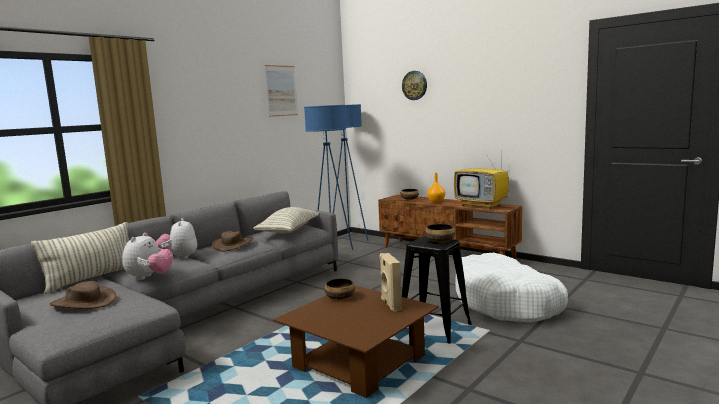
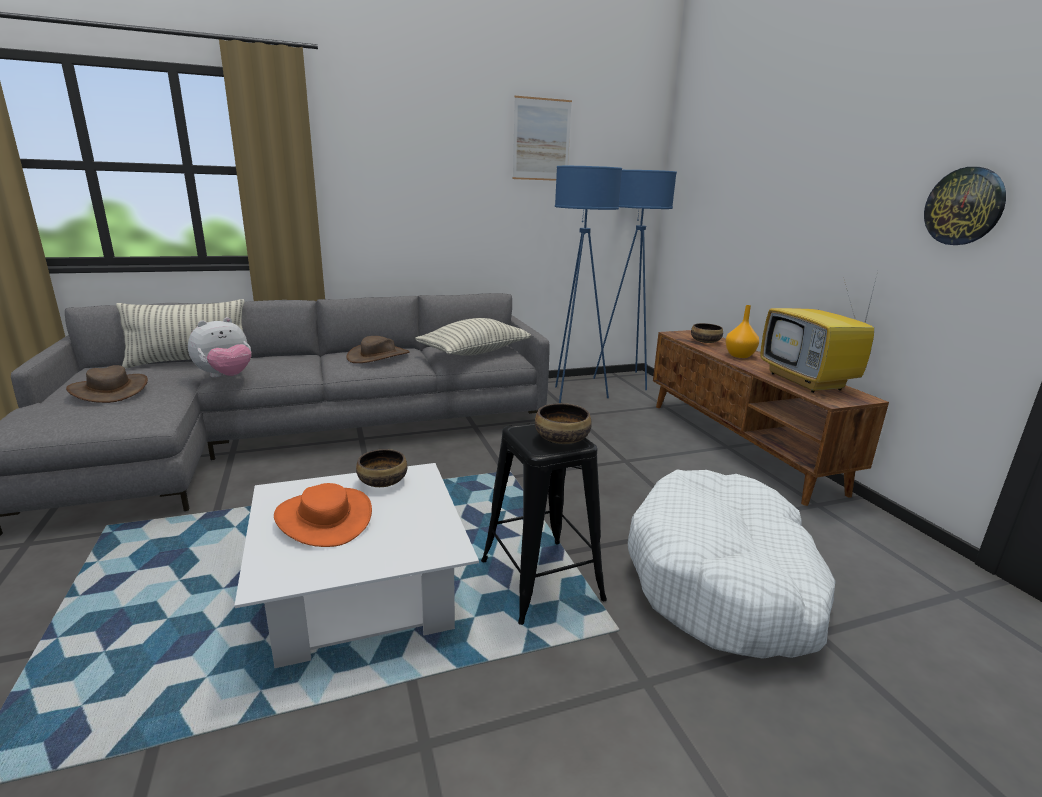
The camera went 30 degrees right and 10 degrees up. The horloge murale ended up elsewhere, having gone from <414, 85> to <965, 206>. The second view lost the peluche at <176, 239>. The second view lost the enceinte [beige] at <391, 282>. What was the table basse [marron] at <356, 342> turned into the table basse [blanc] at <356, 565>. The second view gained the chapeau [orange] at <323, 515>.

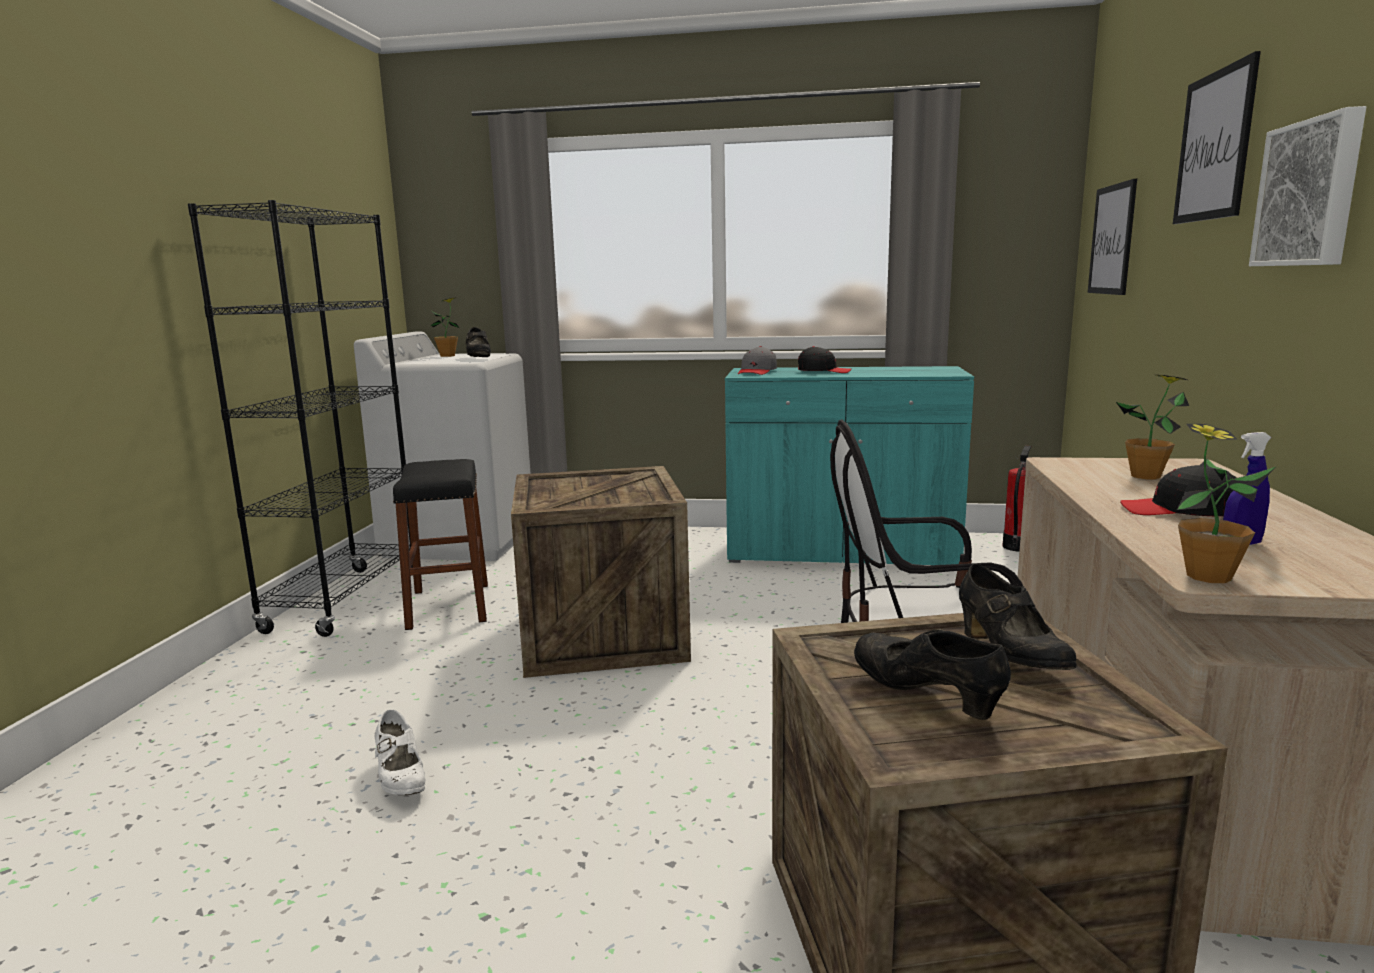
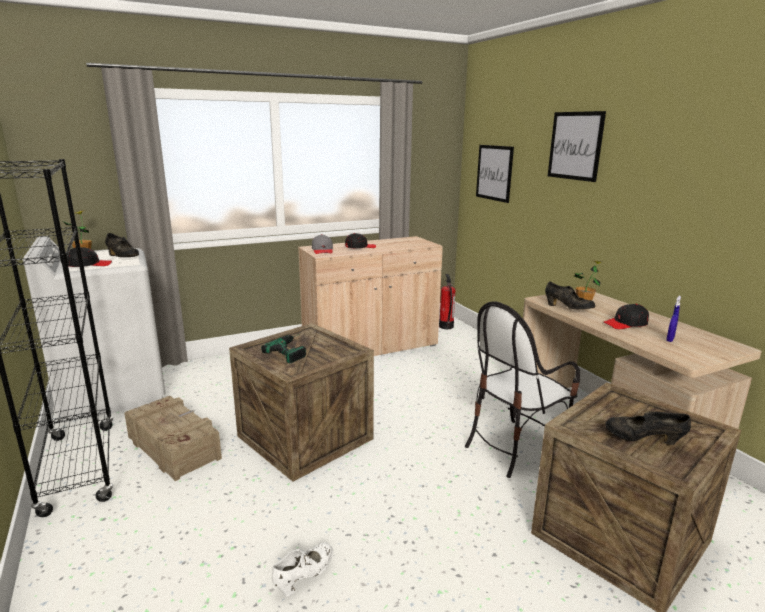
The camera went 35 degrees left and 5 degrees up. The second view lost the tableau at <1307, 186>. What was the meuble de rangement [turquoise] at <849, 465> turned into the meuble de rangement [beige] at <370, 296>. The second view lost the plante en pot at <1227, 503>. Where the tabouret [noir] stood at <440, 544>, the caisse came to stand at <173, 438>. The chaussure [noir] ended up elsewhere, having gone from <1018, 617> to <570, 295>. The chaussure [blanc] at <400, 752> ended up facing another way, 75 degrees counterclockwise from before. The second view gained the casquette [noir] at <89, 257>. The second view gained the perceuse at <283, 348>.

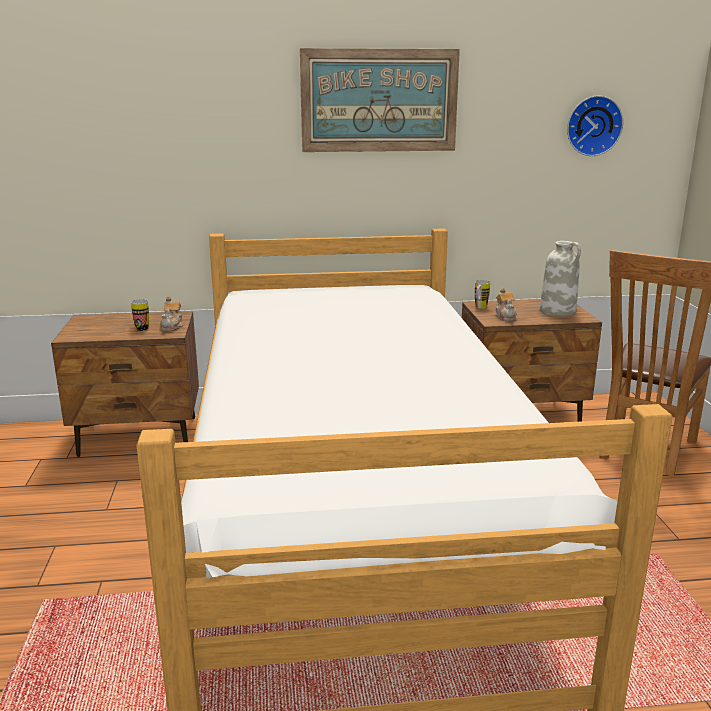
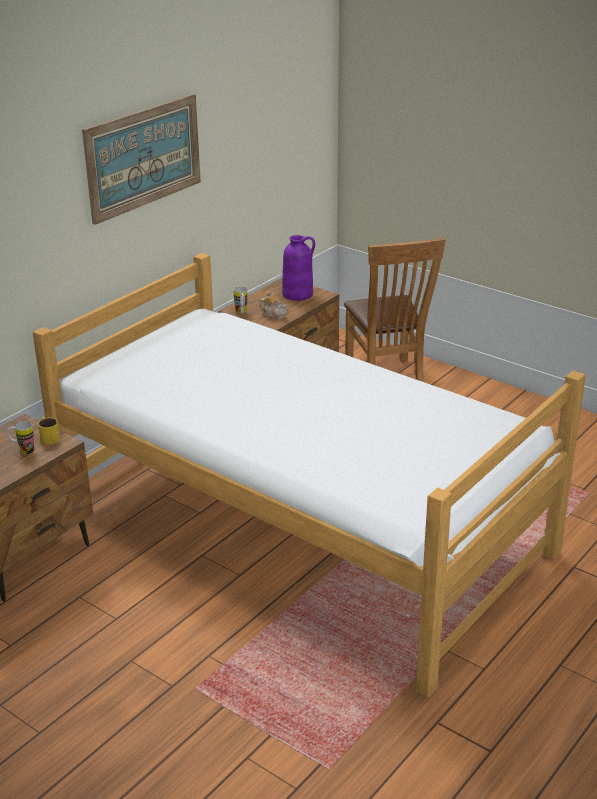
The camera went 45 degrees left and 10 degrees up. The second view lost the horloge murale at <595, 126>. What was the vase [blanc] at <560, 278> turned into the vase [violet] at <298, 268>. Where the théière stood at <172, 313>, the mug [jaune] came to stand at <49, 430>.

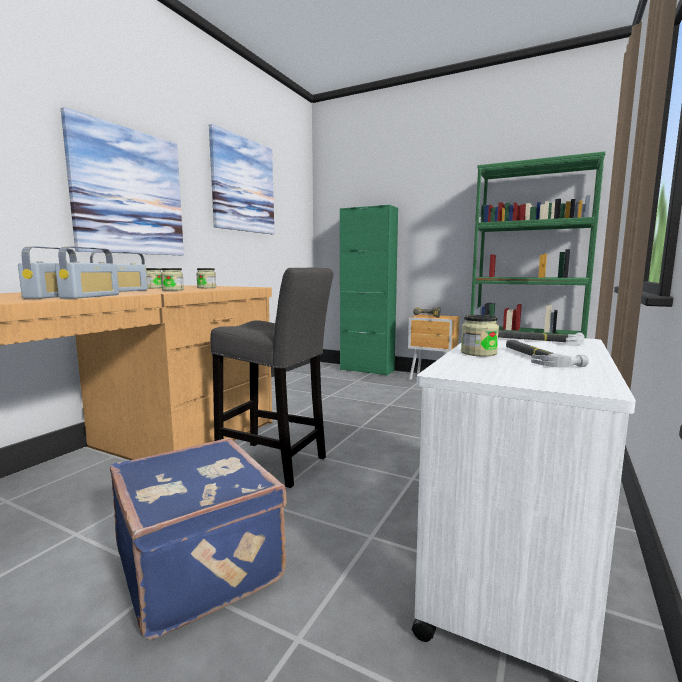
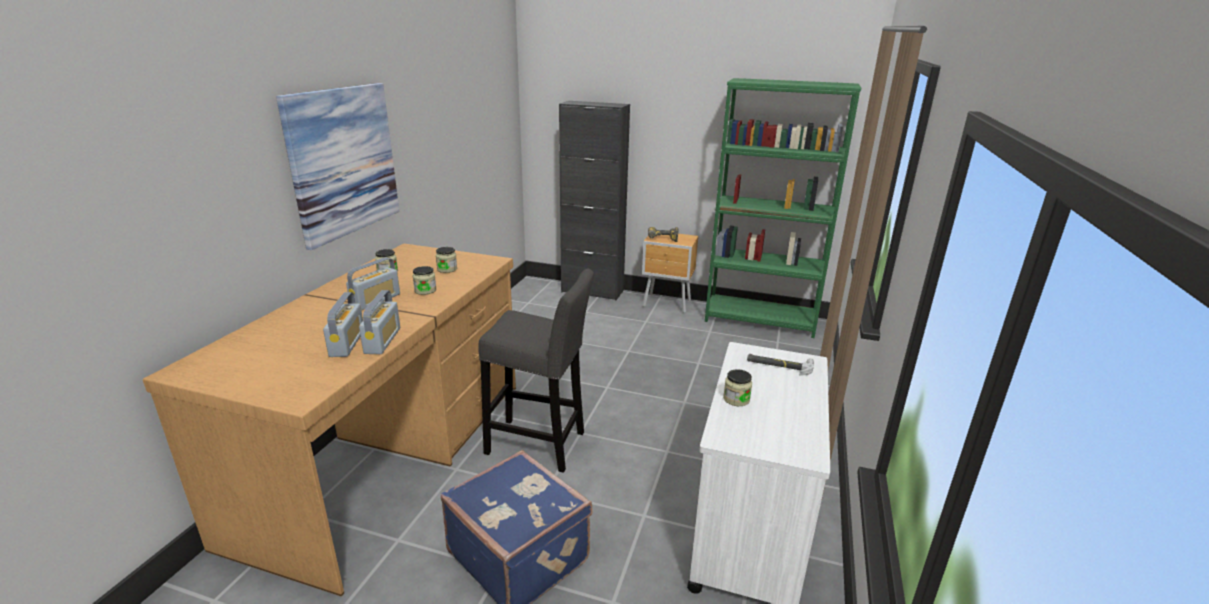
The camera went 10 degrees left and 15 degrees up. The second view lost the tableau at <241, 179>. What was the meuble de rangement [vert] at <369, 290> turned into the meuble de rangement [noir] at <594, 201>. The second view lost the marteau at <547, 354>.

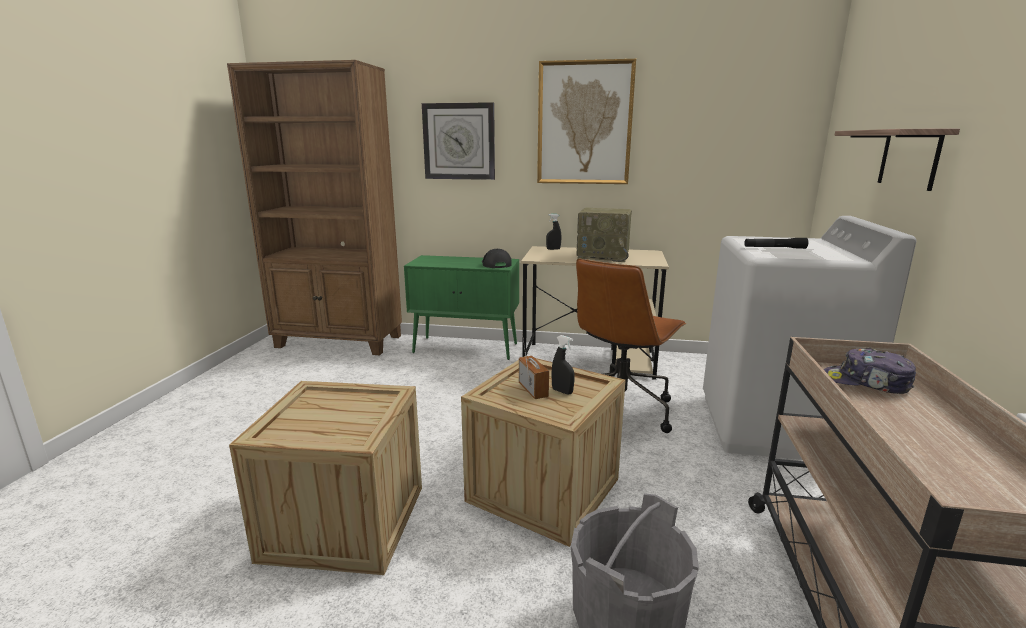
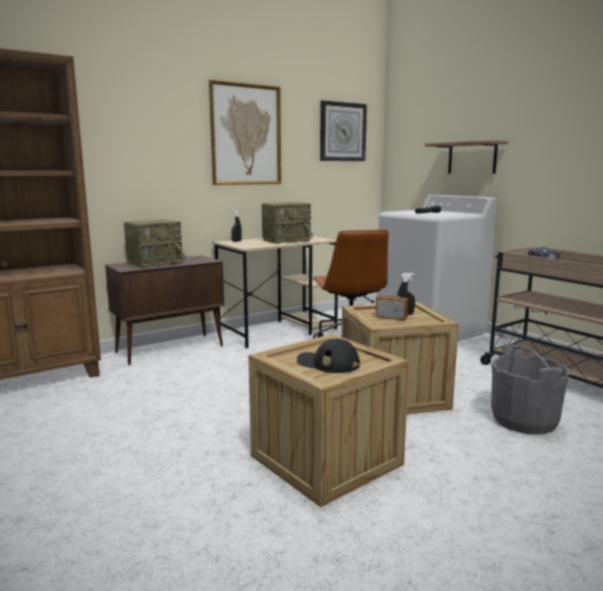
The camera went 45 degrees left and 5 degrees down. The horloge murale ended up elsewhere, having gone from <458, 141> to <343, 130>. The casquette [noir] ended up elsewhere, having gone from <497, 258> to <328, 356>. What was the meuble de rangement [vert] at <461, 307> turned into the meuble de rangement [marron] at <164, 310>. The second view gained the radio at <154, 243>.

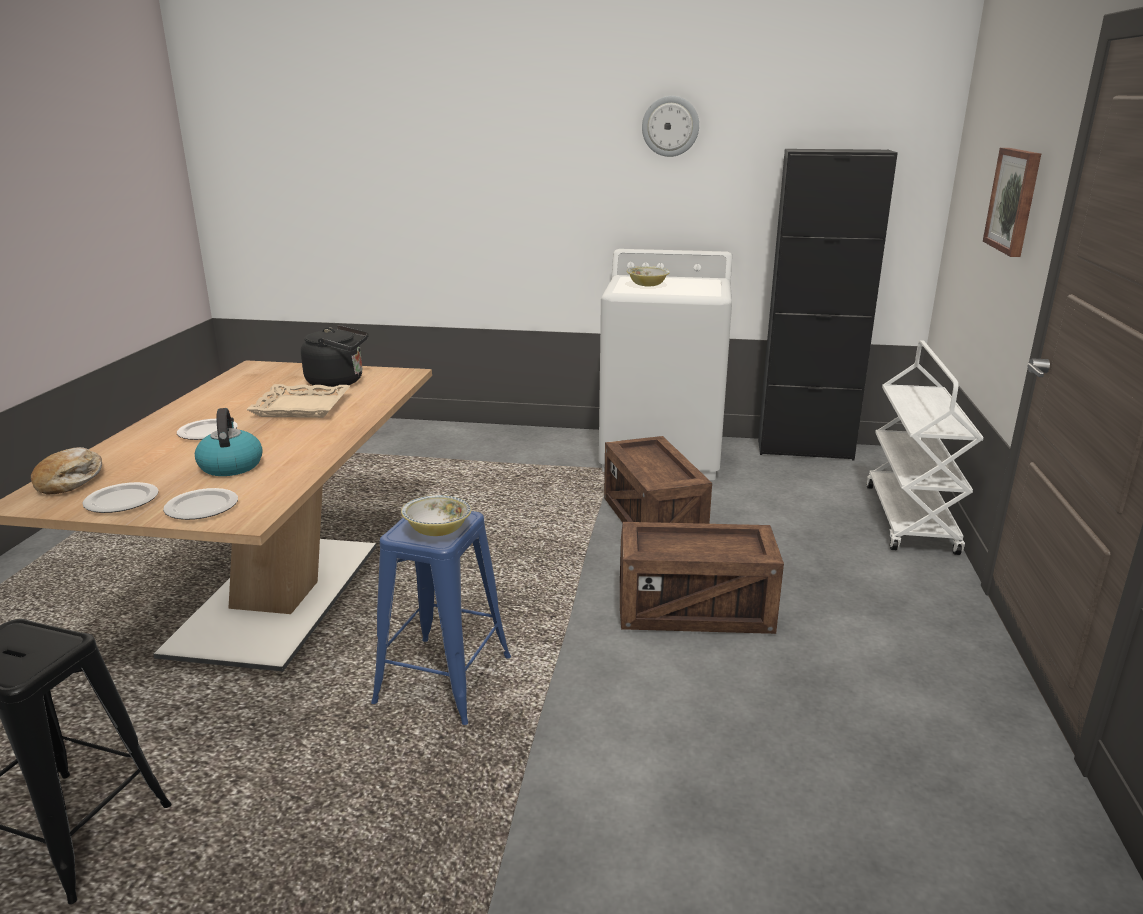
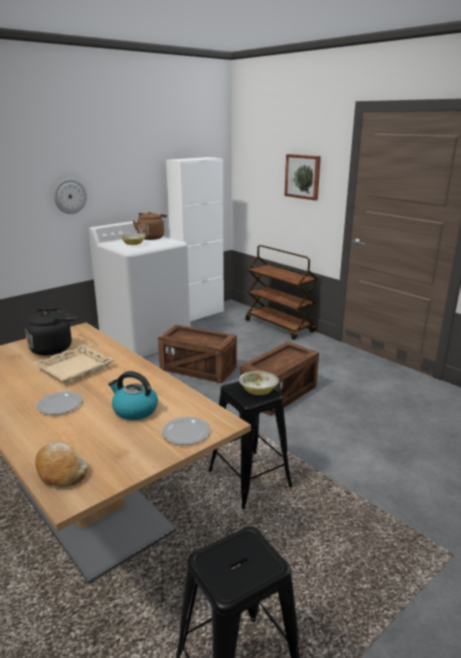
The camera went 50 degrees left and 0 degrees up. The horloge murale ended up elsewhere, having gone from <670, 126> to <70, 196>. What was the meuble de rangement [noir] at <828, 304> turned into the meuble de rangement [blanc] at <195, 239>. What was the chariot [blanc] at <924, 447> turned into the chariot [marron] at <281, 292>. The second view lost the assiette at <120, 497>. What was the tabouret [bleu] at <441, 618> turned into the tabouret [noir] at <250, 445>. The second view gained the bouilloire [marron] at <149, 226>.

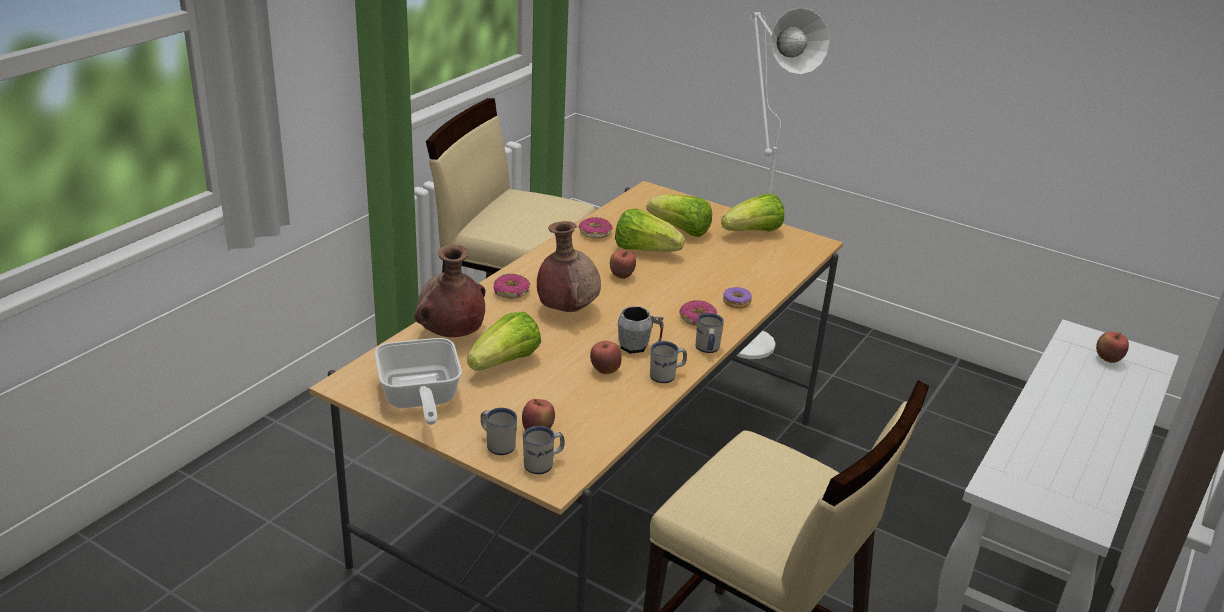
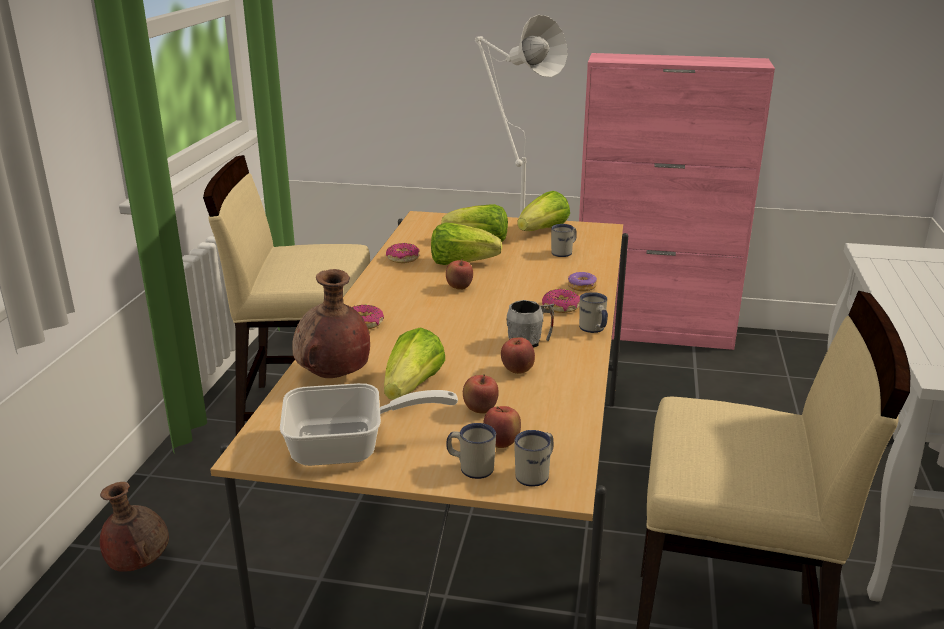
The camera went 20 degrees left and 5 degrees down. The vase [marron] ended up elsewhere, having gone from <569, 266> to <134, 527>. The pomme ended up elsewhere, having gone from <1112, 347> to <481, 394>. The poêle at <418, 381> ended up facing another way, 60 degrees counterclockwise from before. The mug [blanc] ended up elsewhere, having gone from <668, 362> to <564, 240>. The second view gained the meuble de rangement [rose] at <677, 201>.

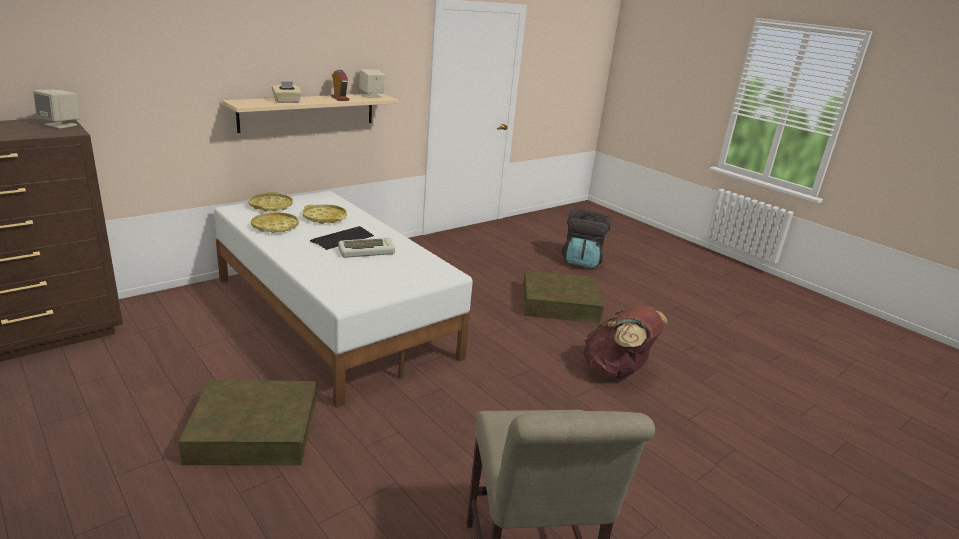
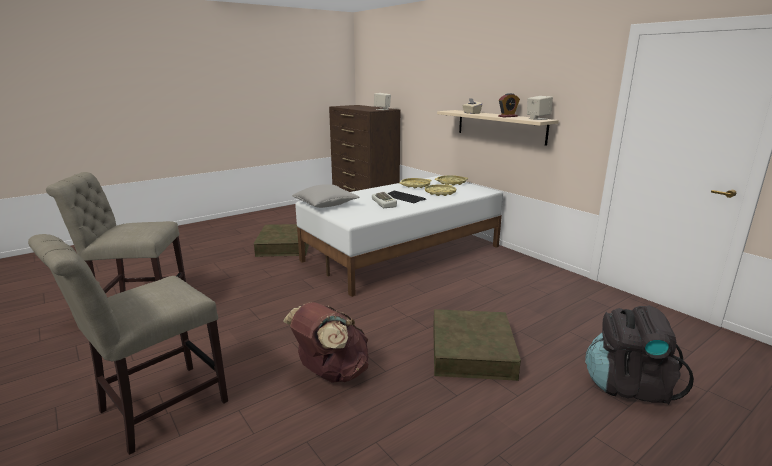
The camera went 95 degrees right and 5 degrees down. The second view gained the coussin [gris] at <325, 196>. The second view gained the chaise [beige] at <128, 344>.

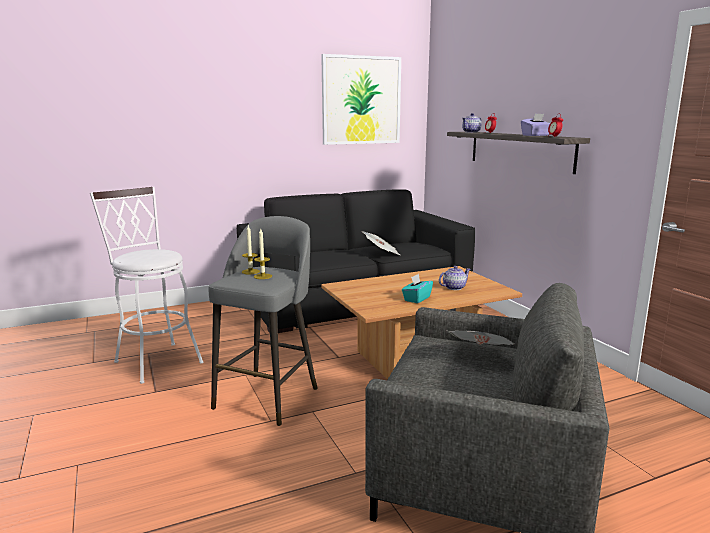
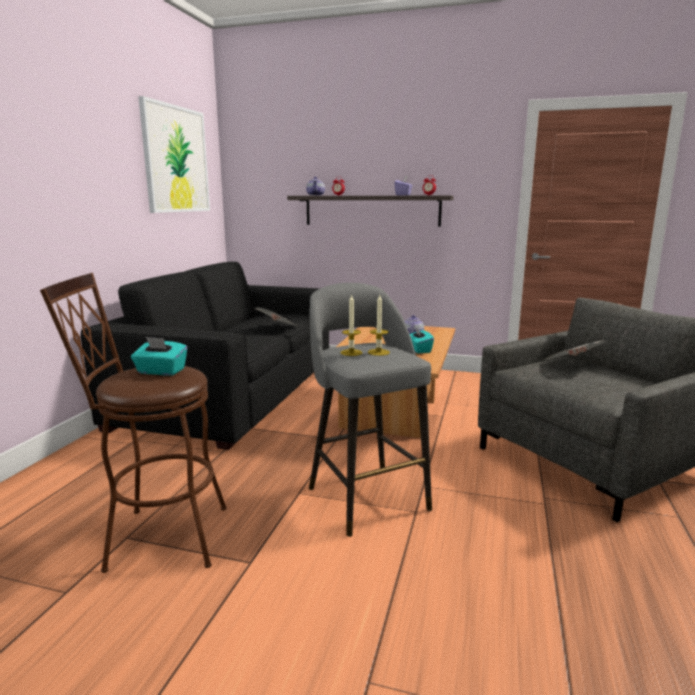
The camera went 50 degrees left and 0 degrees up. What was the tabouret [blanc] at <146, 285> turned into the tabouret [marron] at <133, 423>. The second view gained the boîte à mouchoirs [turquoise] at <159, 356>.

